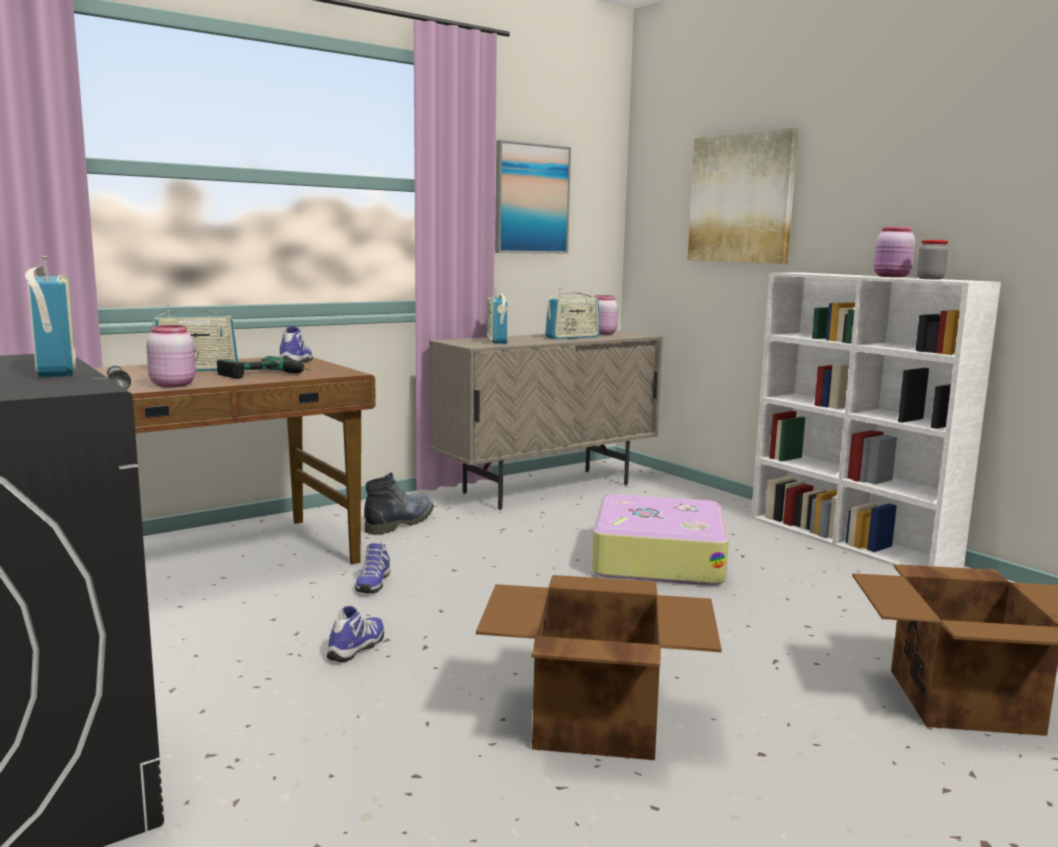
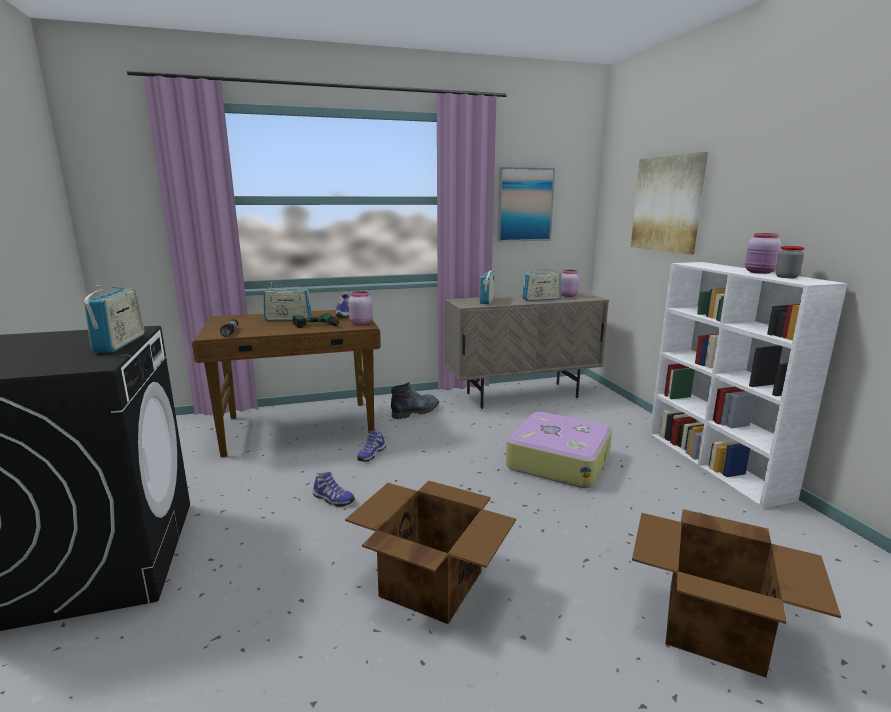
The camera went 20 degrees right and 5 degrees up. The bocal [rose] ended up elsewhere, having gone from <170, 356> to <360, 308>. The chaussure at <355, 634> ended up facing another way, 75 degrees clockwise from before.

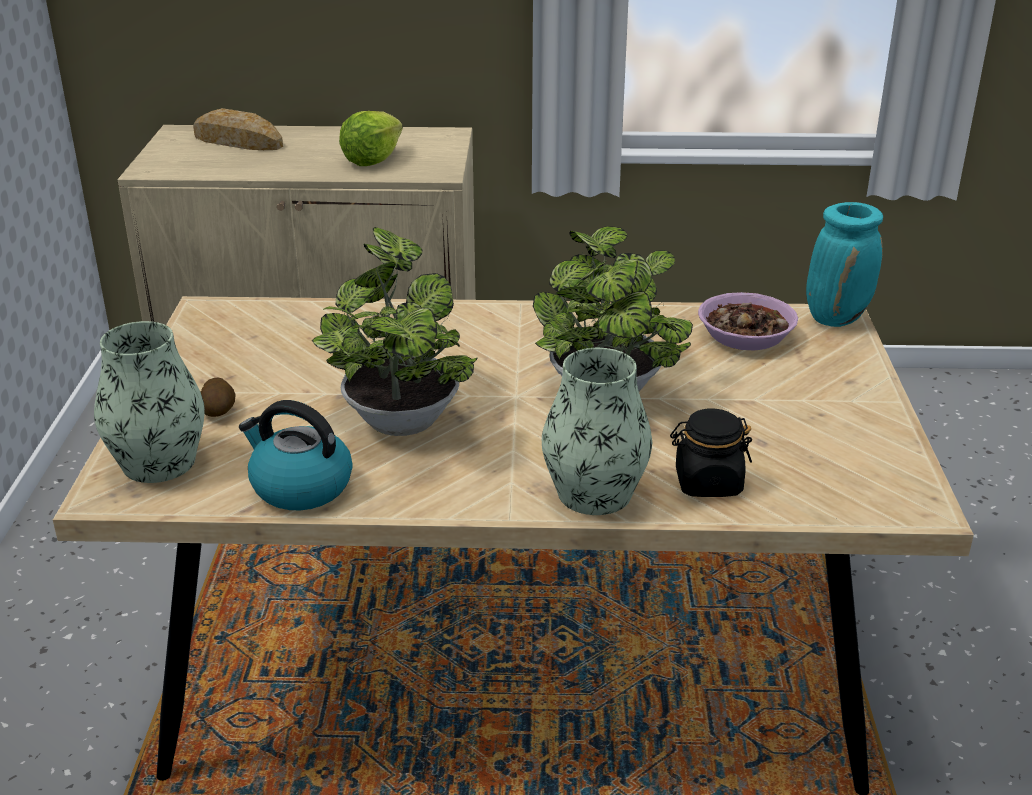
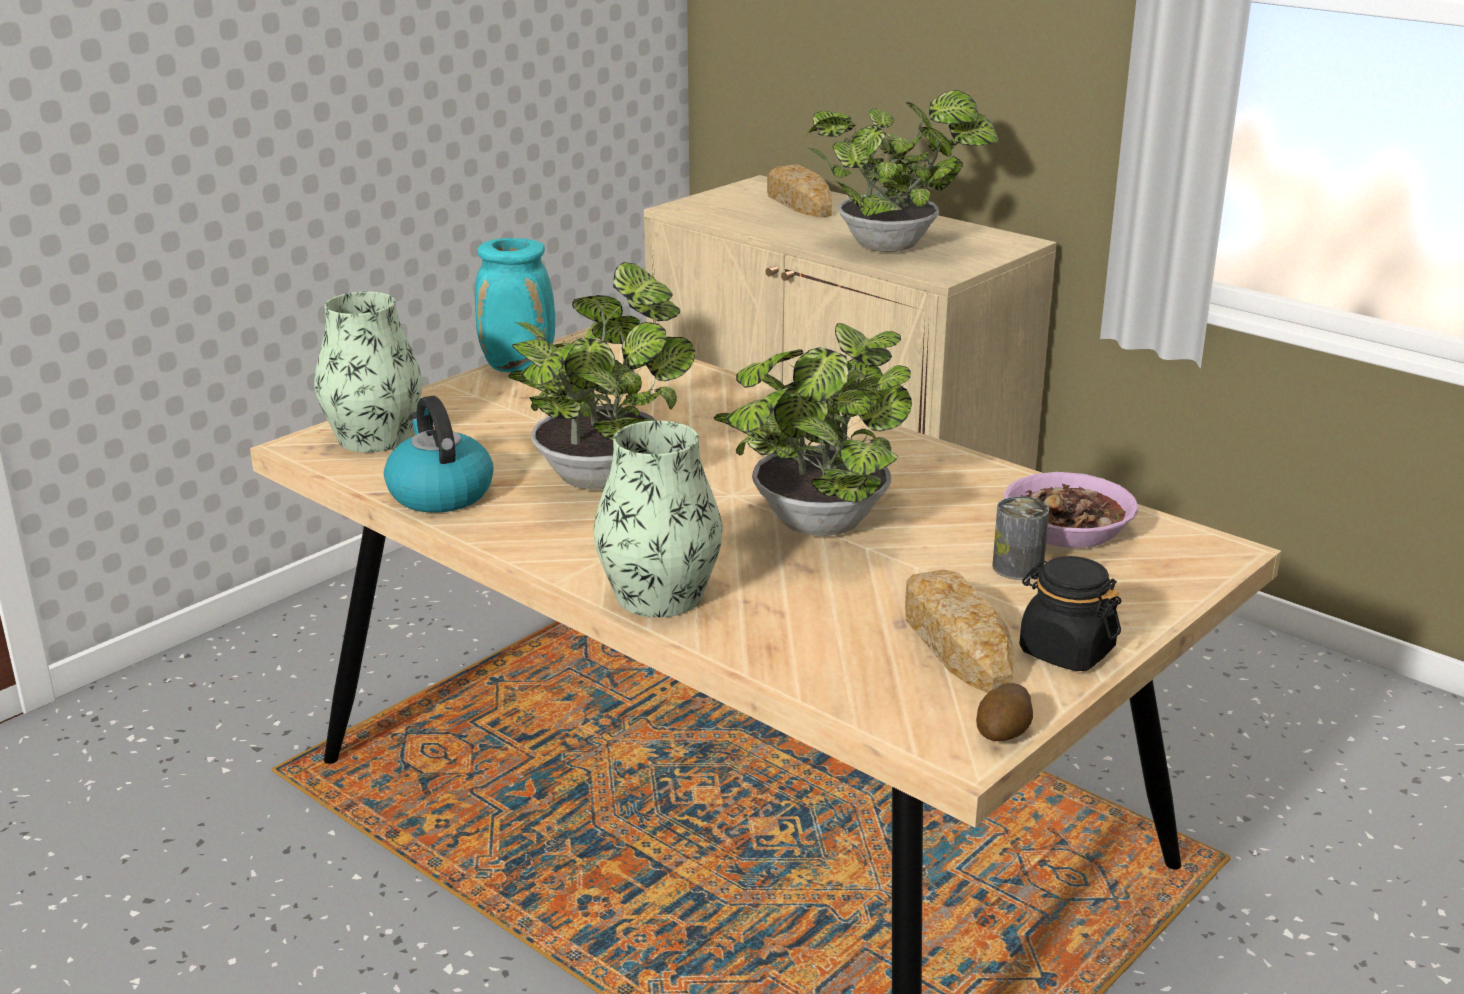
The camera went 40 degrees right and 5 degrees down. Where the laitue stood at <371, 138>, the plante en pot came to stand at <902, 171>. The vase [turquoise] ended up elsewhere, having gone from <844, 264> to <515, 305>. The pomme de terre ended up elsewhere, having gone from <218, 397> to <1004, 712>. The bocal [noir] ended up elsewhere, having gone from <711, 452> to <1070, 613>. The second view gained the boîte métallique at <1021, 538>. The second view gained the pain at <959, 631>.

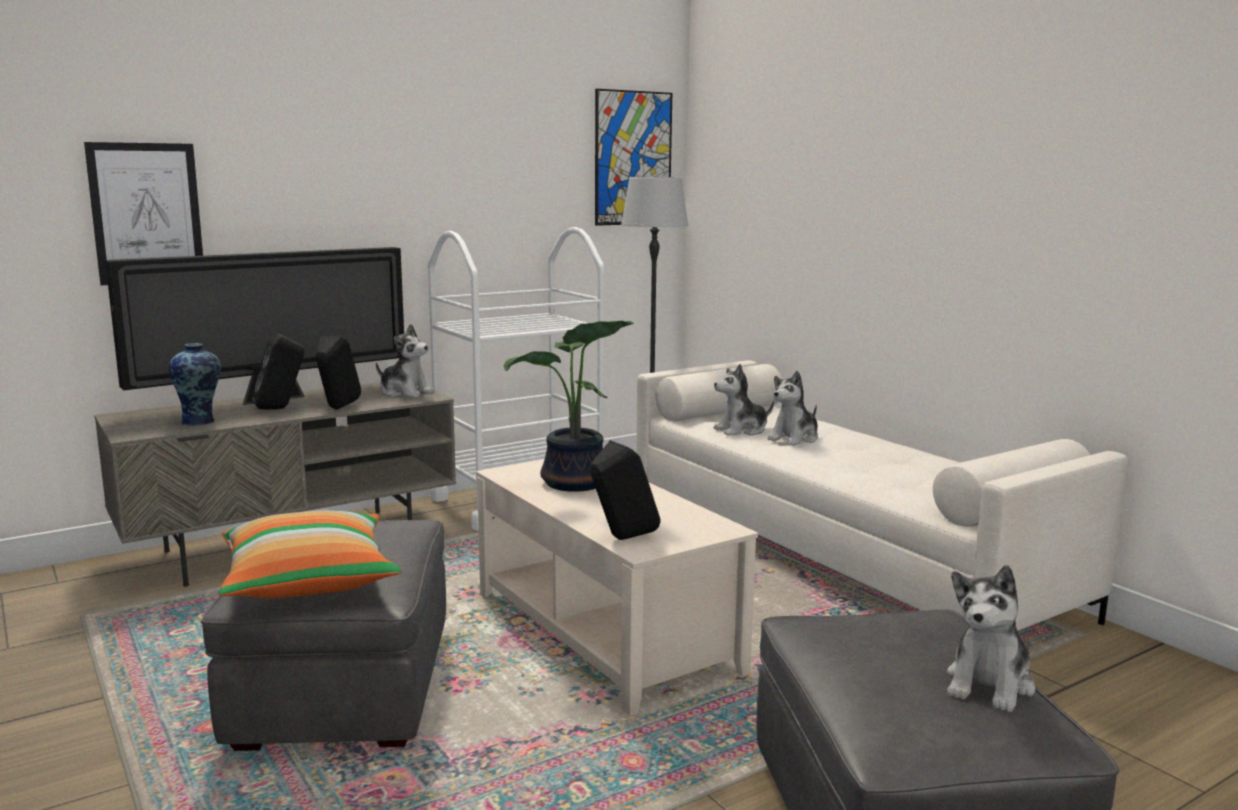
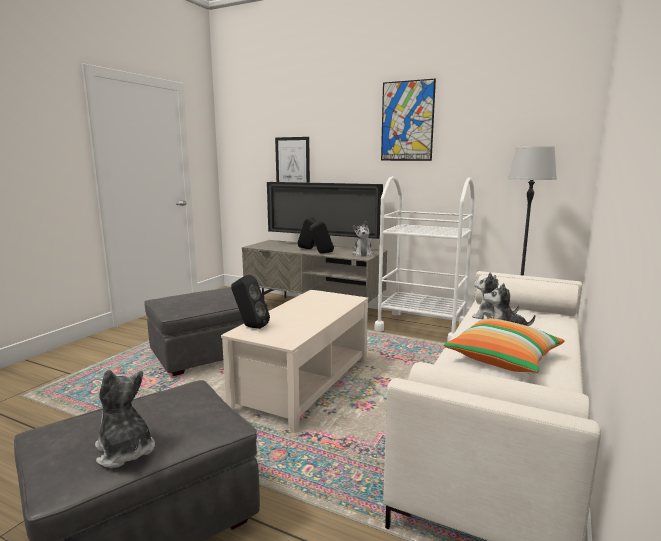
The camera went 60 degrees right and 0 degrees up. The tableau ended up elsewhere, having gone from <633, 157> to <408, 120>. The second view lost the plante en pot at <568, 406>. The second view lost the vase at <195, 384>. The coussin ended up elsewhere, having gone from <310, 554> to <504, 346>. The peluche at <990, 638> ended up facing another way, 45 degrees clockwise from before.

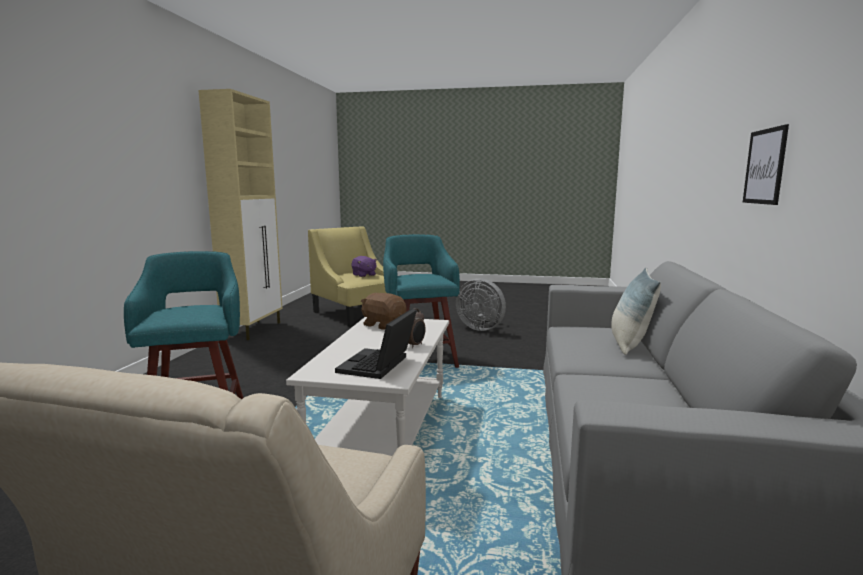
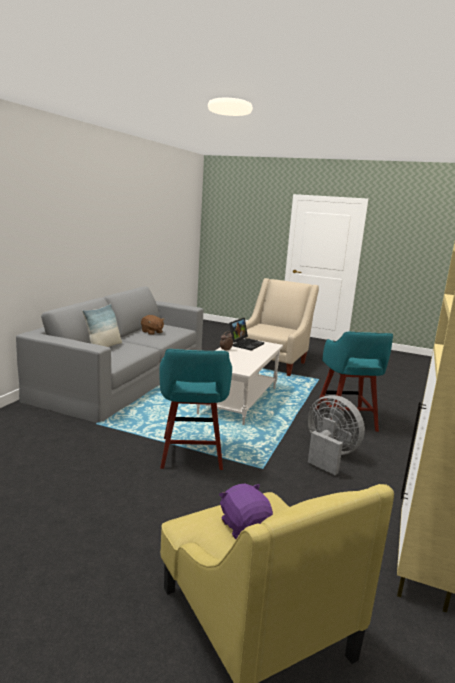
The camera went 170 degrees left and 5 degrees up. The second view lost the tableau at <766, 164>. The ventilateur [gris] ended up elsewhere, having gone from <481, 304> to <336, 435>. The peluche [marron] ended up elsewhere, having gone from <383, 311> to <152, 325>.

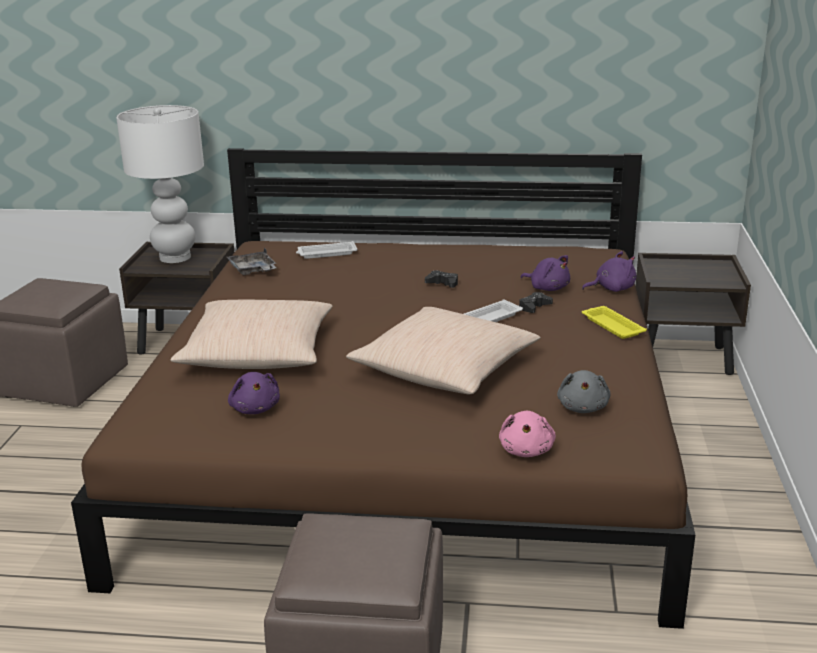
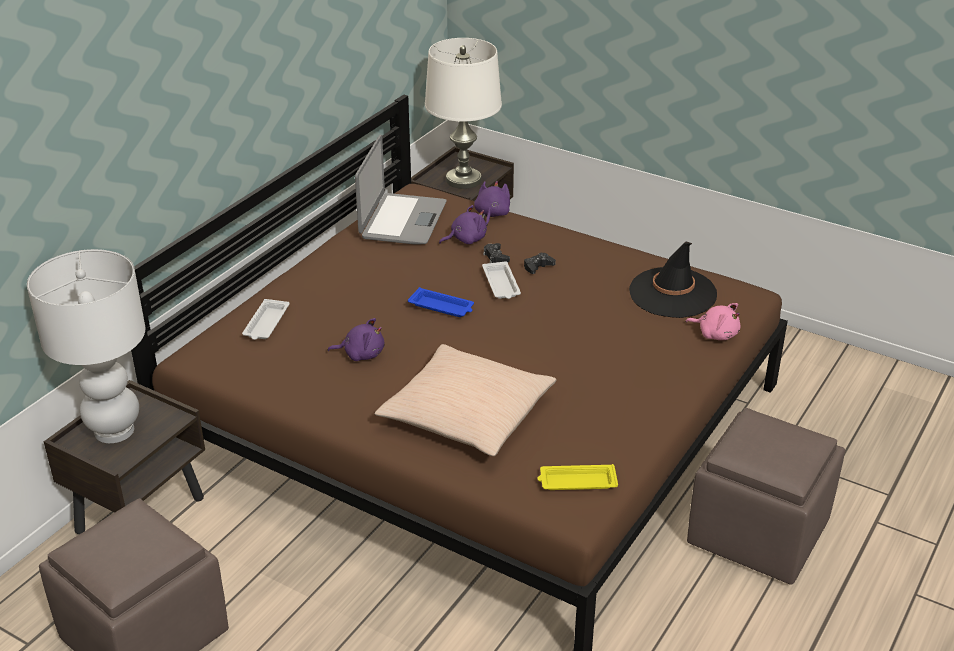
The camera went 65 degrees left and 10 degrees up. The second view lost the plateau [gris] at <252, 261>. The manette [noir] ended up elsewhere, having gone from <441, 279> to <540, 263>. The plateau [jaune] ended up elsewhere, having gone from <614, 322> to <577, 477>. The second view lost the coussin [beige] at <443, 351>. Where the peluche [gris] stood at <584, 391>, the chapeau [noir] came to stand at <673, 280>. The peluche [violet] ended up elsewhere, having gone from <254, 393> to <356, 339>. The second view gained the lampe de table [blanc] at <463, 113>. The second view gained the ordinateur portable at <401, 190>. The second view gained the plateau [bleu] at <441, 302>.

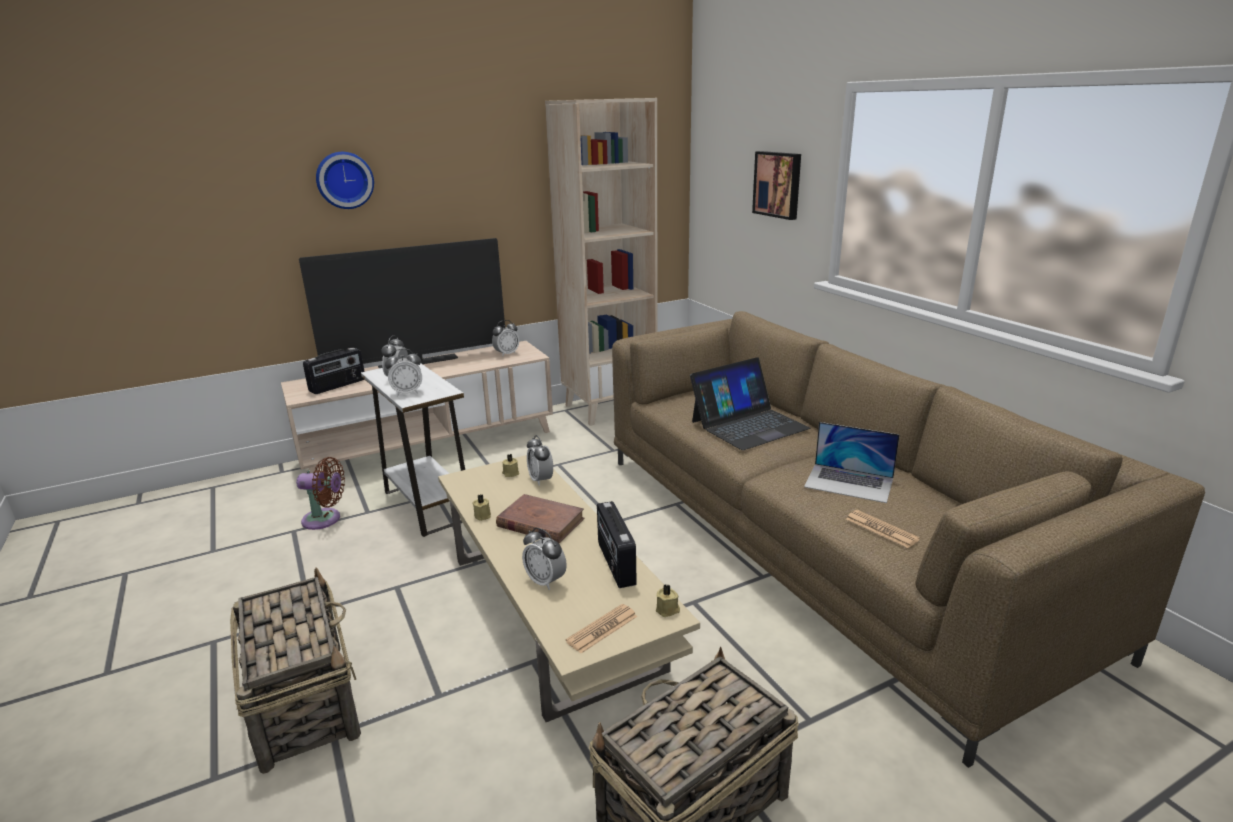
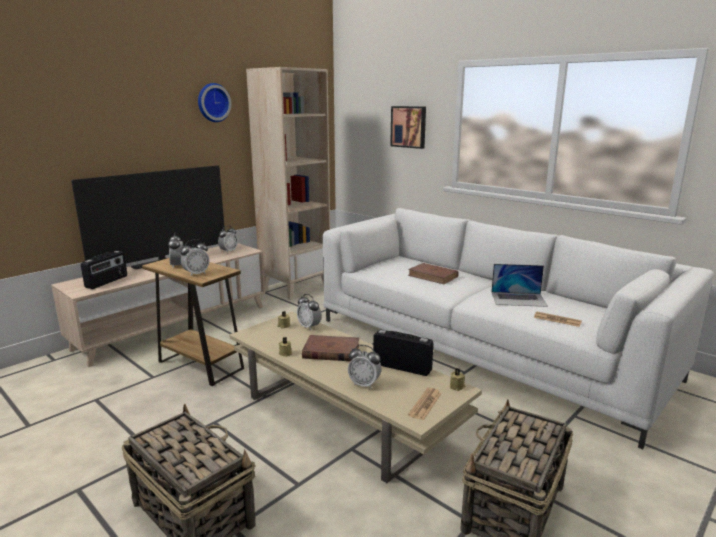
The camera went 20 degrees left and 5 degrees down. The horloge murale ended up elsewhere, having gone from <345, 180> to <214, 102>. What was the canapé [marron] at <908, 539> turned into the canapé [blanc] at <518, 328>. Where the ordinateur portable stood at <750, 403>, the livre [marron] came to stand at <433, 273>. What was the table d'appoint [blanc] at <413, 450> turned into the table d'appoint [marron] at <193, 322>. The second view lost the ventilateur [marron] at <320, 493>. The radio at <617, 544> ended up facing another way, 150 degrees clockwise from before.

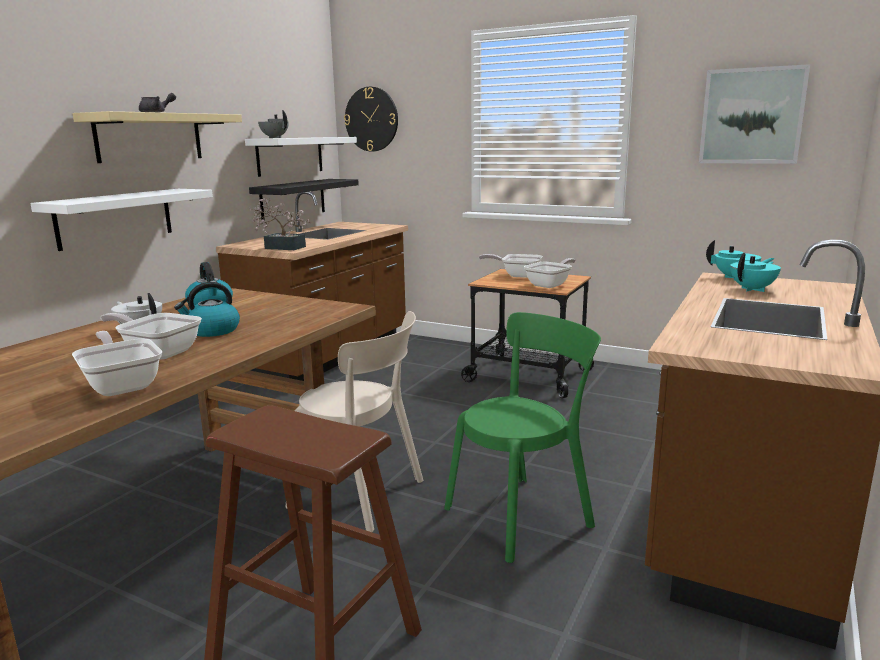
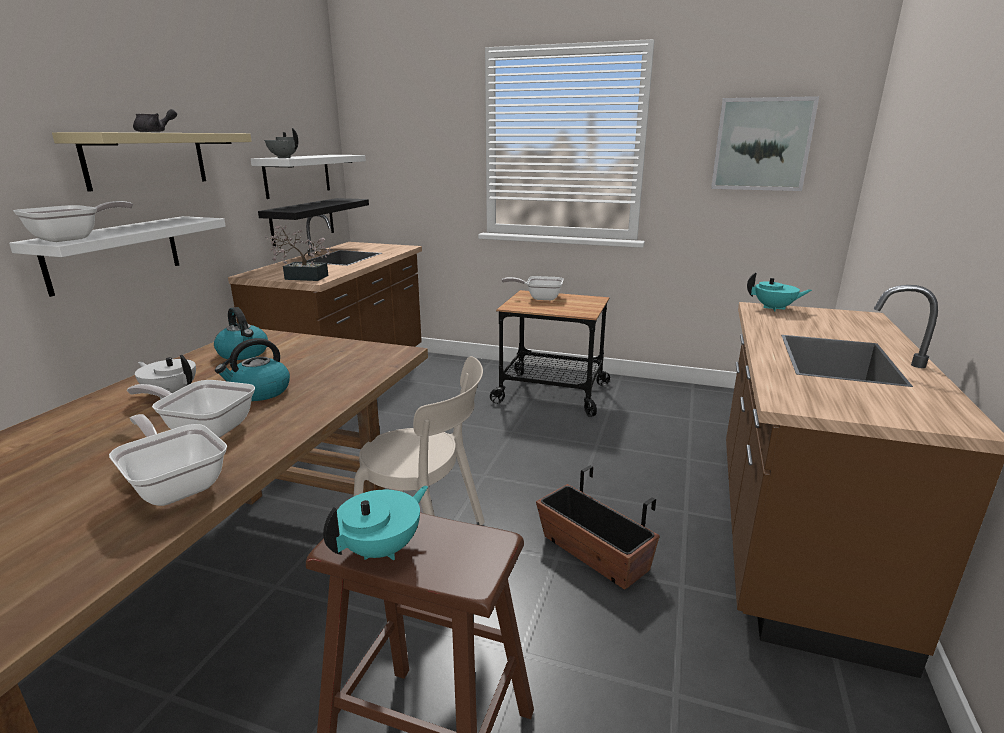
The camera went 10 degrees left and 5 degrees up. The second view lost the horloge murale at <371, 119>. The théière [turquoise] ended up elsewhere, having gone from <755, 272> to <375, 523>. The poêle ended up elsewhere, having gone from <550, 273> to <73, 221>. Where the chaise [vert] stood at <522, 437>, the cache-pot came to stand at <598, 527>.

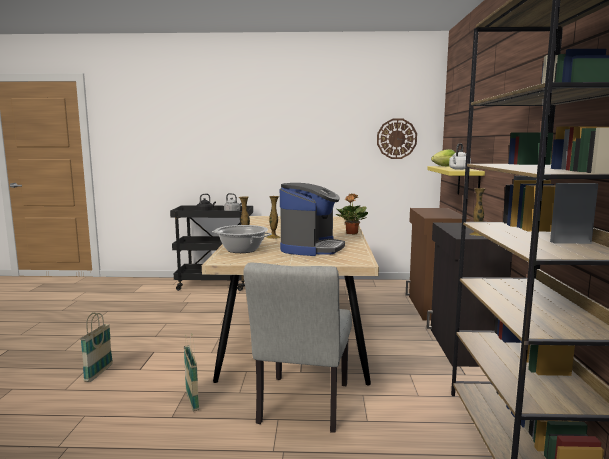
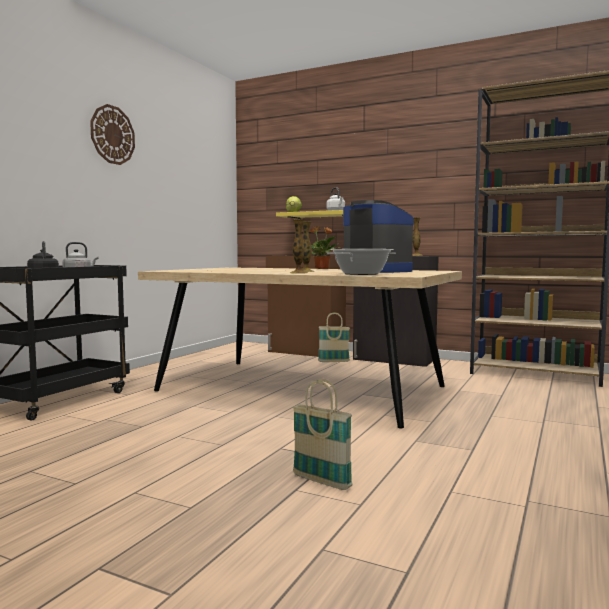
The camera went 65 degrees left and 5 degrees down. The horloge murale ended up elsewhere, having gone from <397, 139> to <112, 134>. The second view lost the chaise [gris] at <297, 348>. The panier ended up elsewhere, having gone from <191, 372> to <334, 337>.

